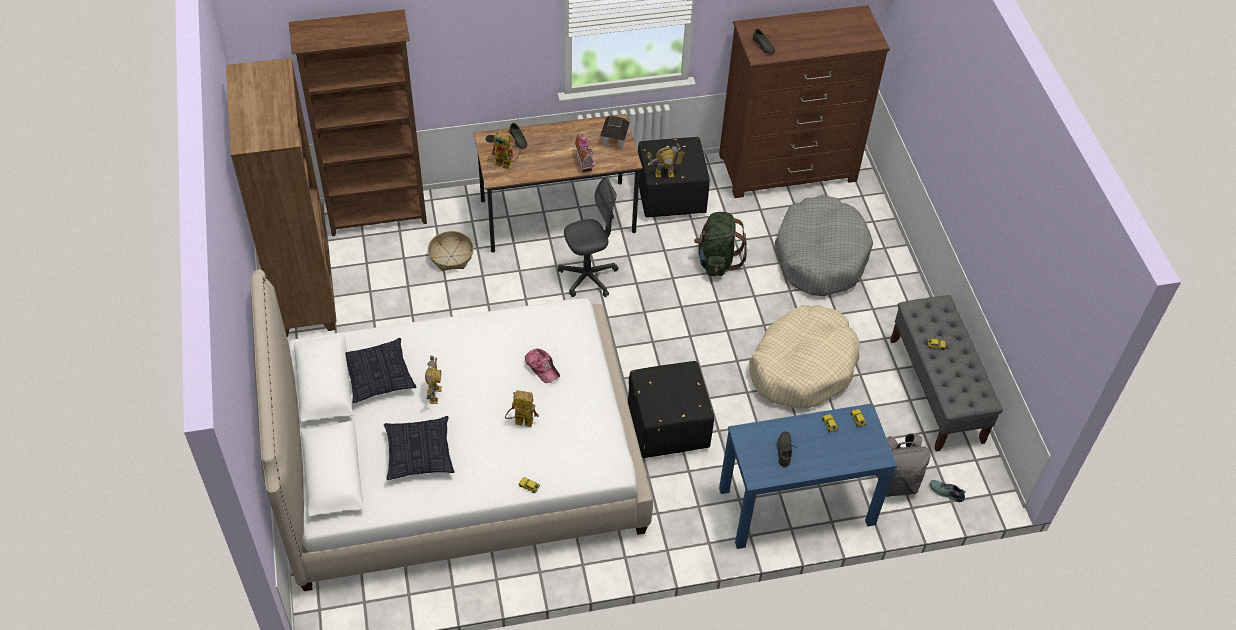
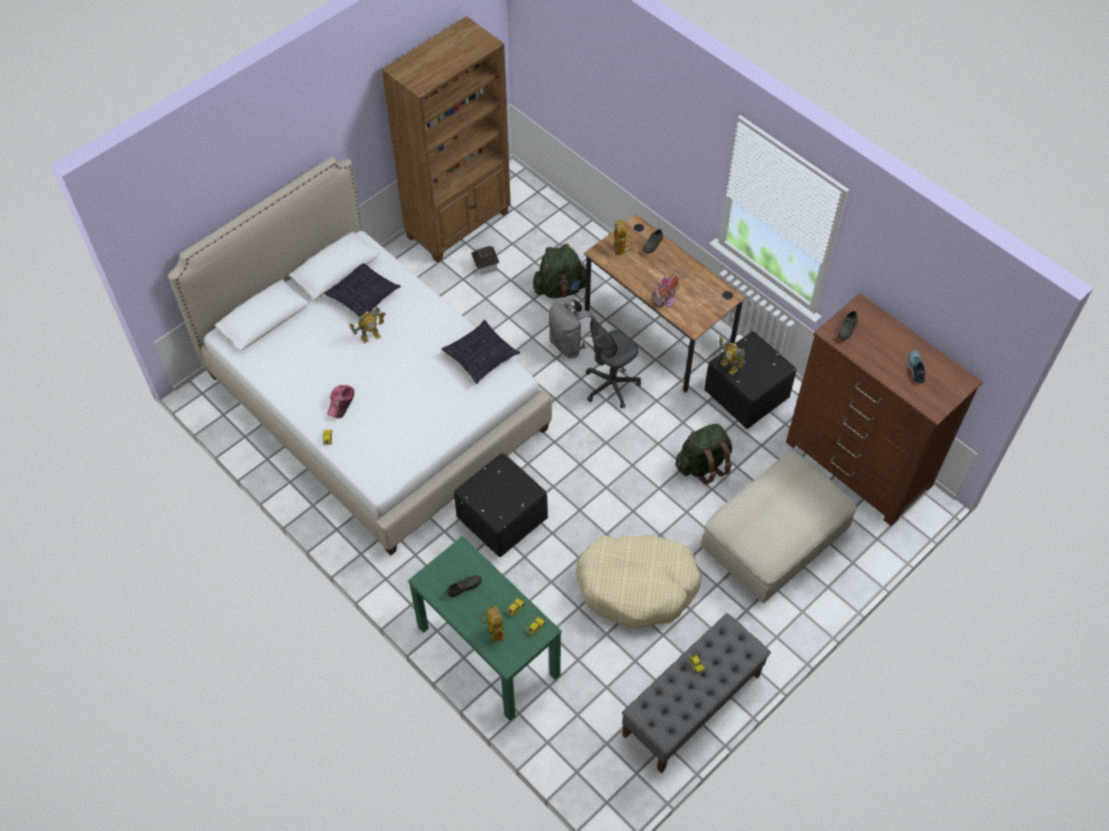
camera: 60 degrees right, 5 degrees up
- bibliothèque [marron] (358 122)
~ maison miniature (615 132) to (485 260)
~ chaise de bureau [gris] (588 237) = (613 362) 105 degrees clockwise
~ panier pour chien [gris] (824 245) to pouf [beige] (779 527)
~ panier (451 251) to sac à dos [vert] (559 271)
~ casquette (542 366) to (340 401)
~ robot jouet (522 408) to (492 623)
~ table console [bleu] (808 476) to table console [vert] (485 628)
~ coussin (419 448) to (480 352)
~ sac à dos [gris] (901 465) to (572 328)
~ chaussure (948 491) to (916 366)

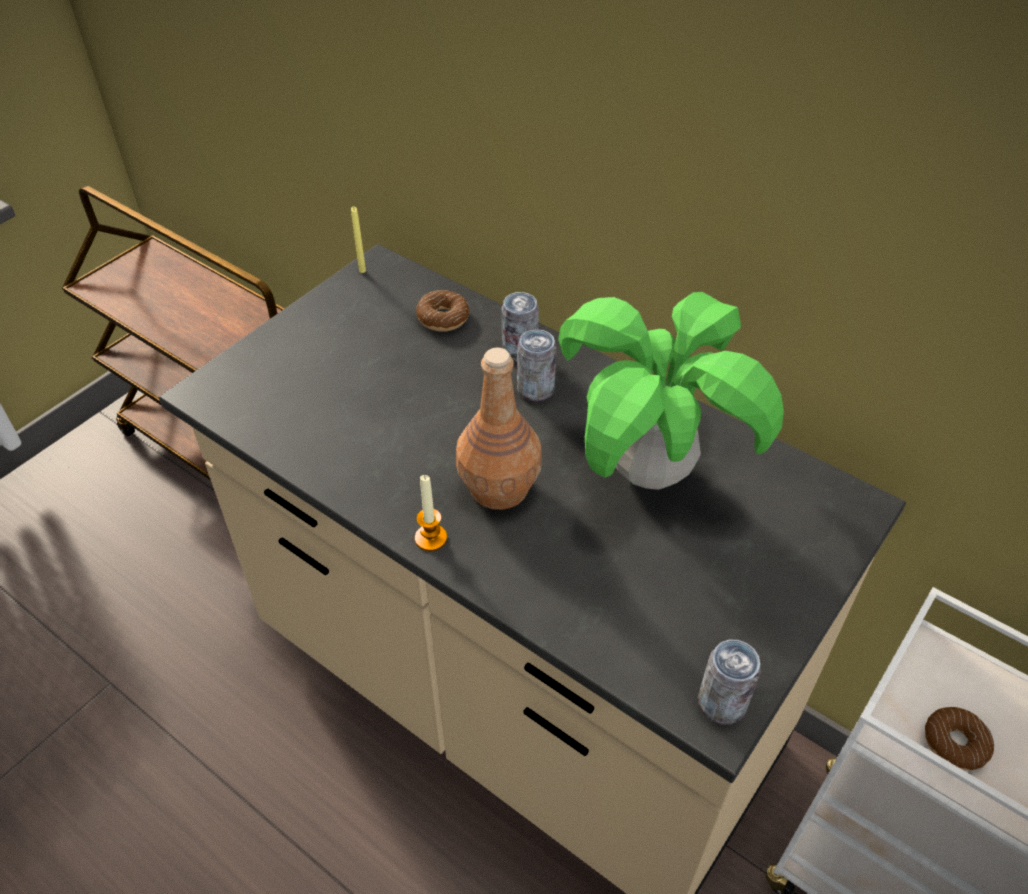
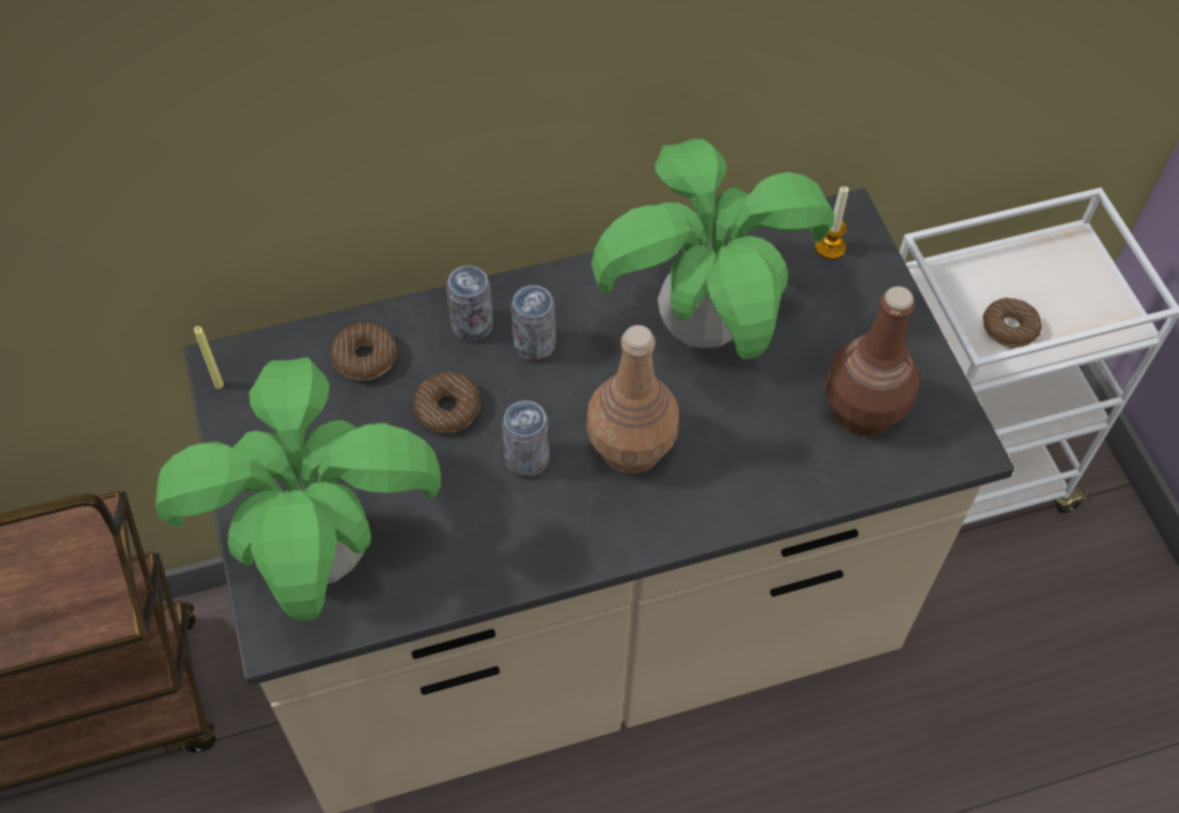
camera: 55 degrees left, 10 degrees up
~ bougie (431 513) to (832 222)
~ boîte métallique (729 682) to (526 438)
+ bouteille [marron] (872 361)
+ plante en pot (298 489)
+ beignet (447 403)

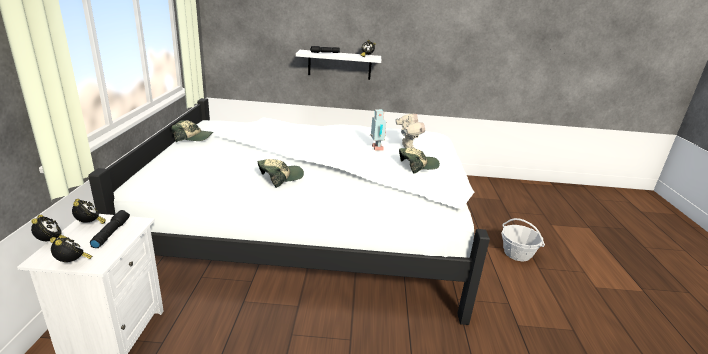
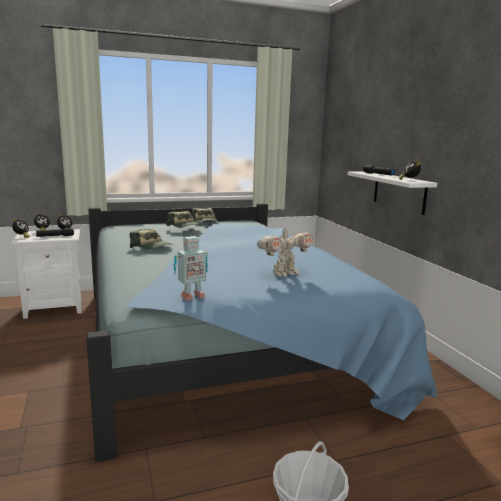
camera: 70 degrees right, 10 degrees down
~ lit [blanc] (289 211) to lit [bleu] (261 332)
~ robot jouet (378 129) to (191 268)
~ casquette (419 161) to (183 219)

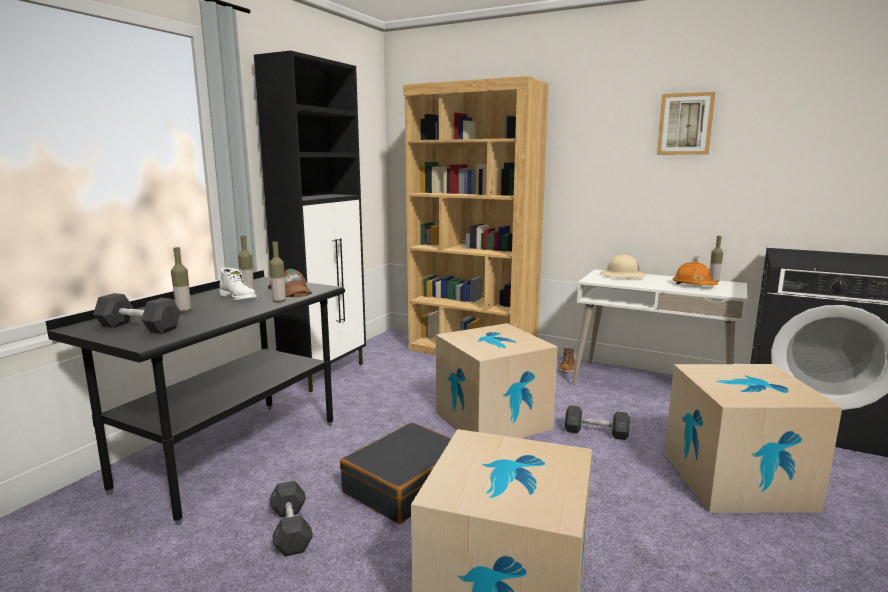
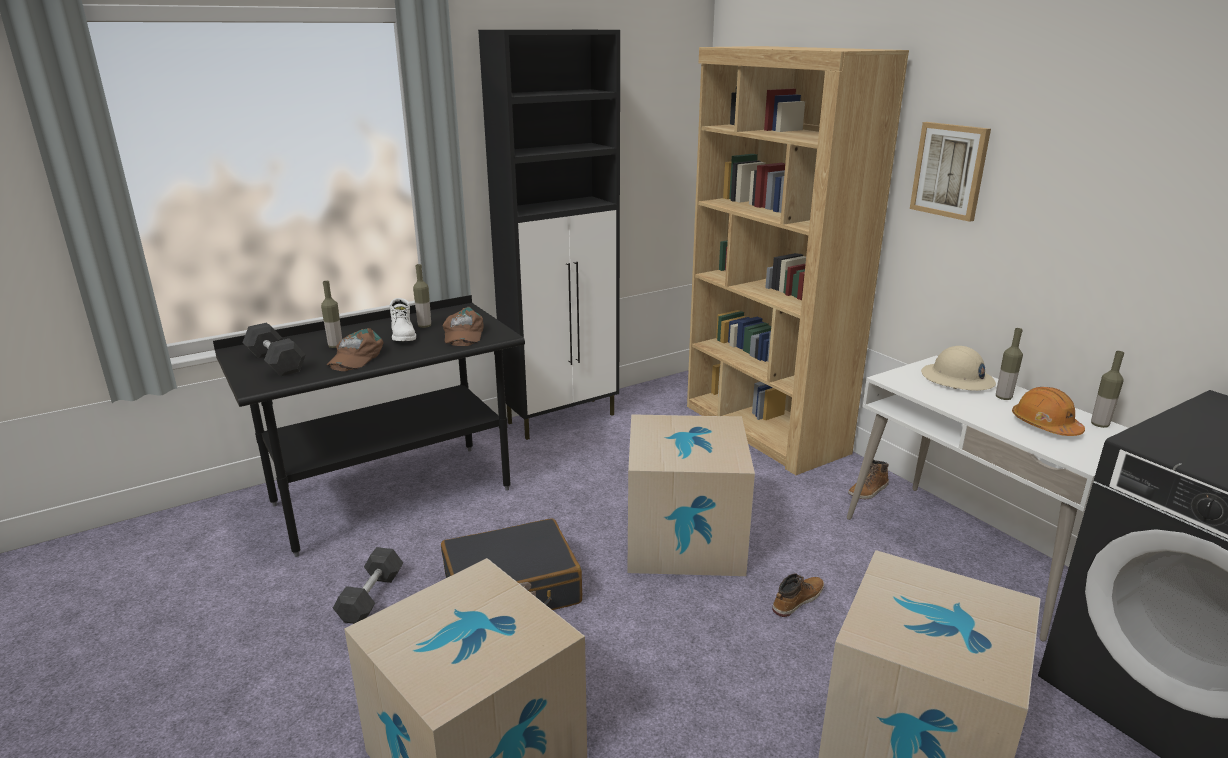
camera: 30 degrees right, 10 degrees up
~ tableau (686 123) to (950 172)
~ bouteille (277 272) to (1009 364)
~ haltère [gris] (597 422) to botte (798 595)
+ casquette [marron] (355 349)

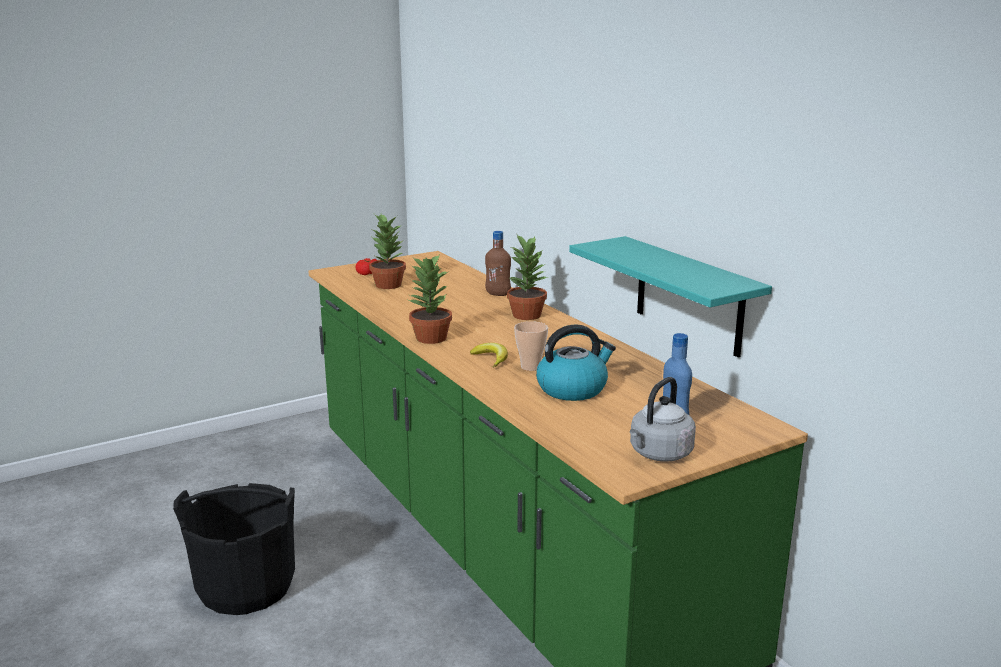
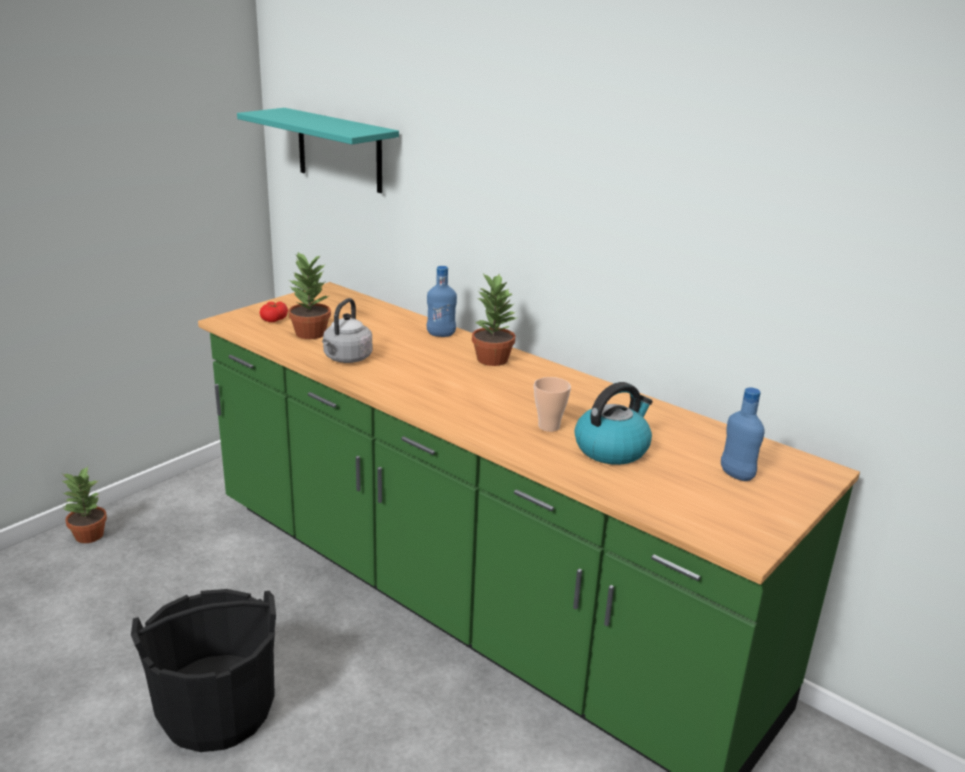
camera: 20 degrees left, 5 degrees up
~ bouteille [marron] (498 263) to bouteille [bleu] (442 301)
~ étagère [turquoise] (670 296) to (318 150)
~ plante en pot (430 299) to (84 504)
- banane (489 355)
~ bouilloire [gris] (663 419) to (347 330)

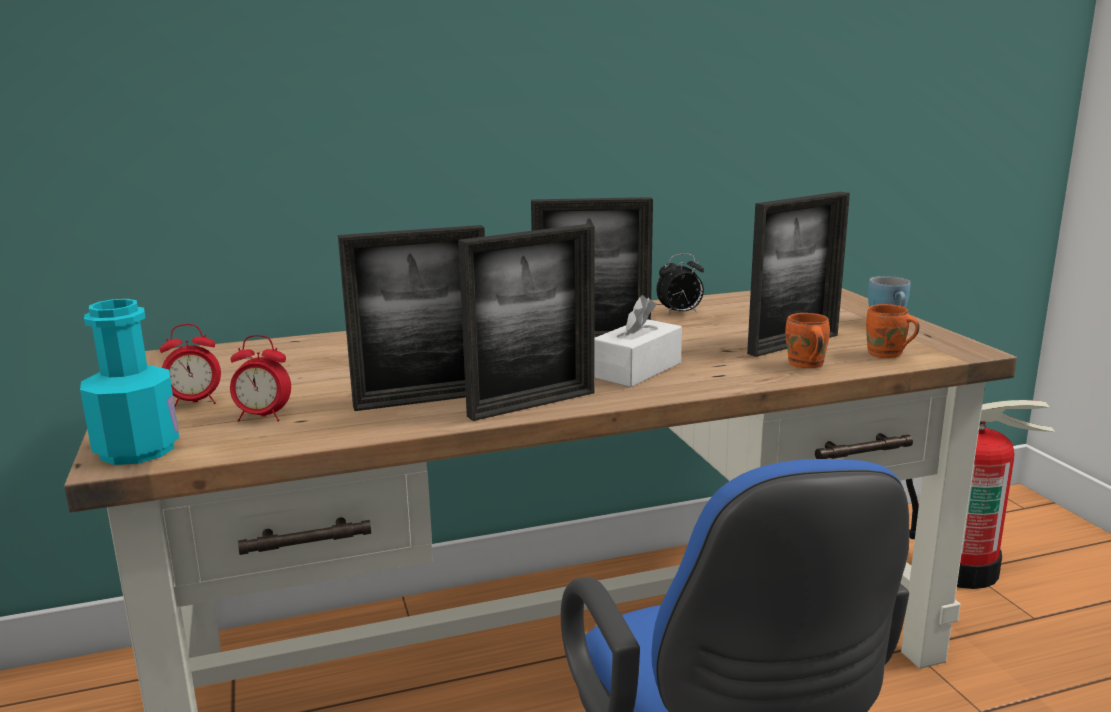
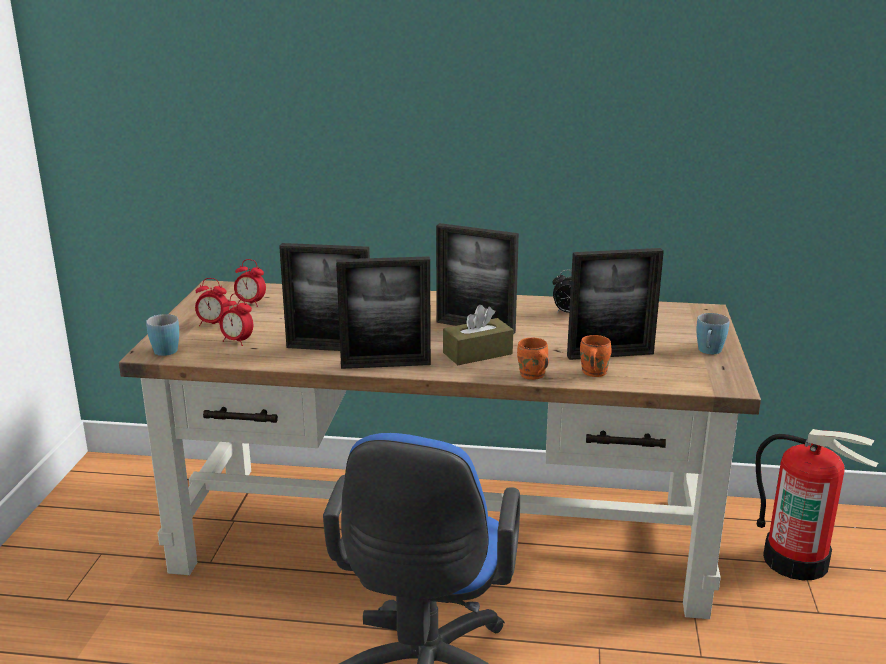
camera: 25 degrees right, 5 degrees up
~ boîte à mouchoirs [blanc] (638 341) to boîte à mouchoirs [marron] (478 335)
~ bouteille [turquoise] (129 382) to mug [bleu] (162 335)
~ mug [orange] (892 331) to (533 359)
+ réveil (250 283)

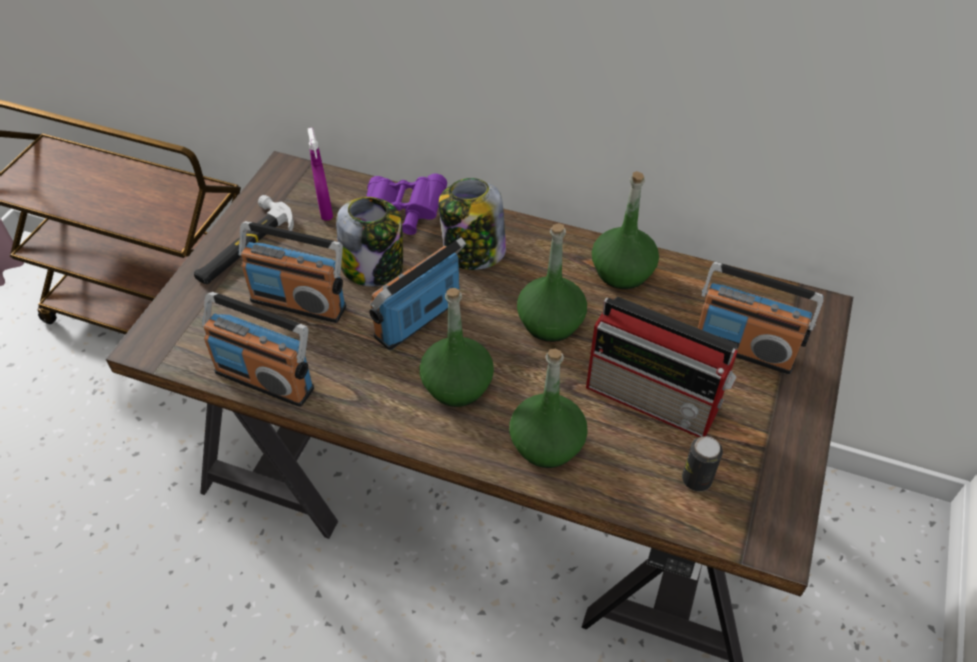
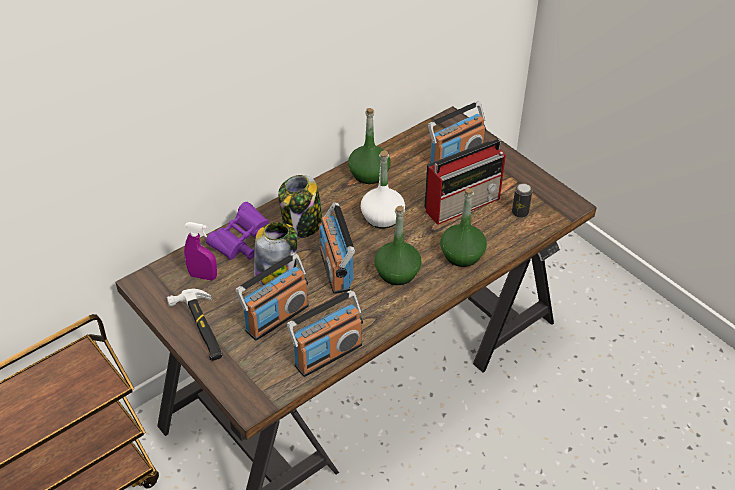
camera: 60 degrees left, 5 degrees down
~ bouteille [vert] (552 282) to bouteille [blanc] (382 189)

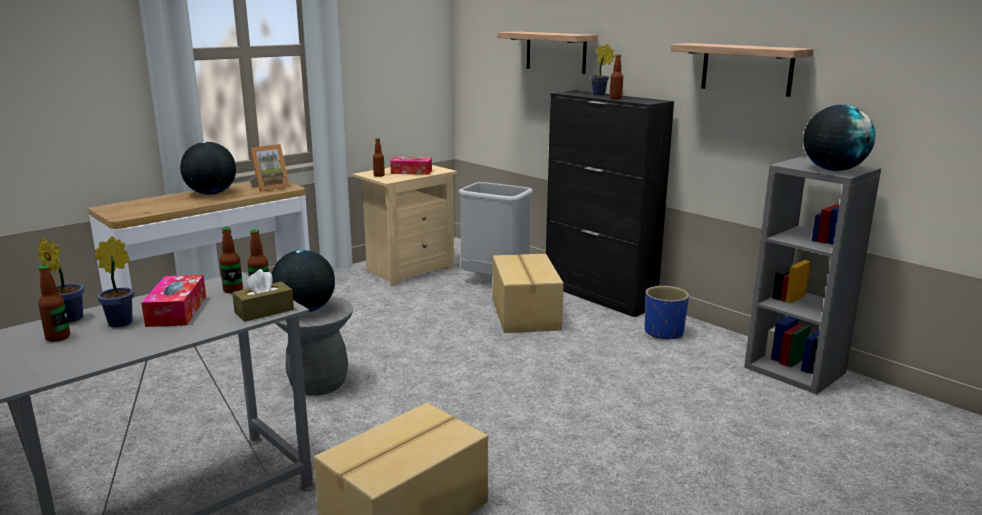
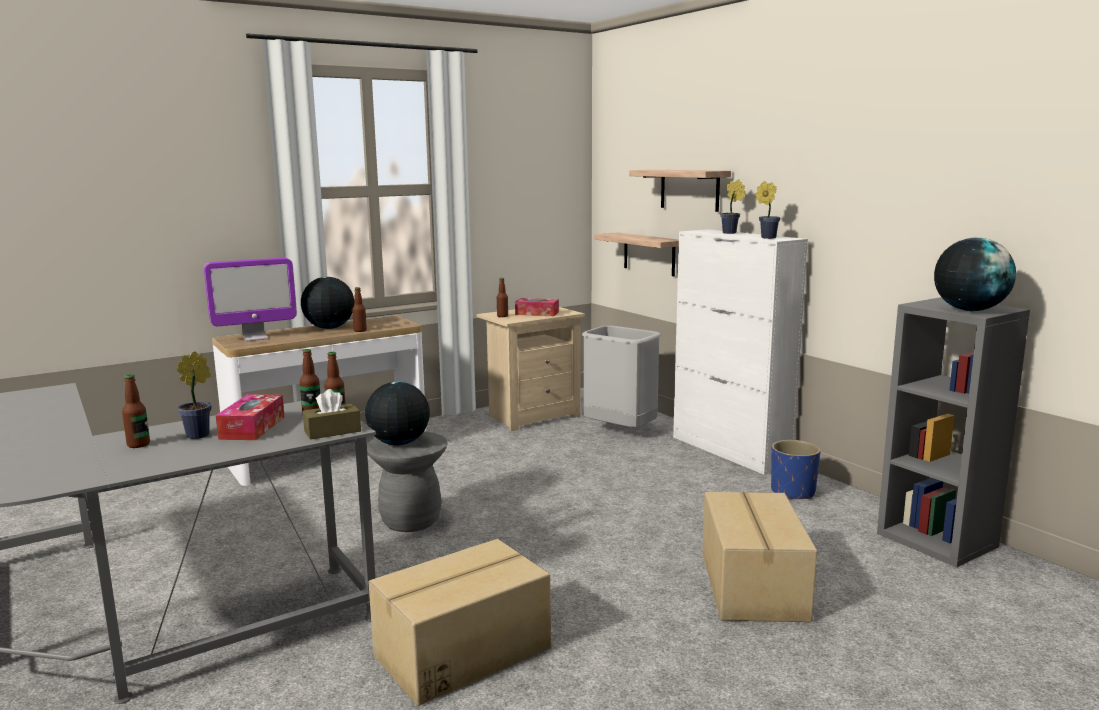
camera: 10 degrees right, 5 degrees down
~ étagère (742 70) to (636 254)
~ bouteille (616 76) to (359 309)
~ meuble de rangement [noir] (610 203) to meuble de rangement [blanc] (740 352)
- cadre photo (270 168)
~ plante en pot (60 280) to (768 210)
~ carton (528 293) to (759 557)
+ écran d'ordinateur (250 299)

